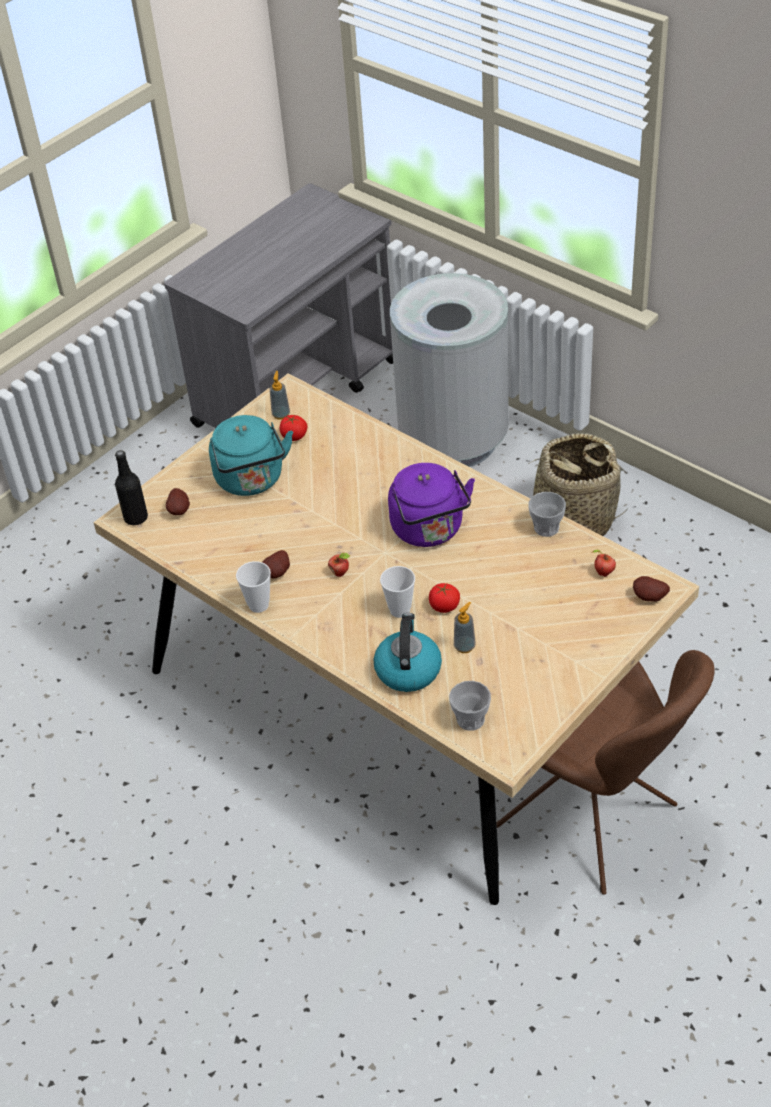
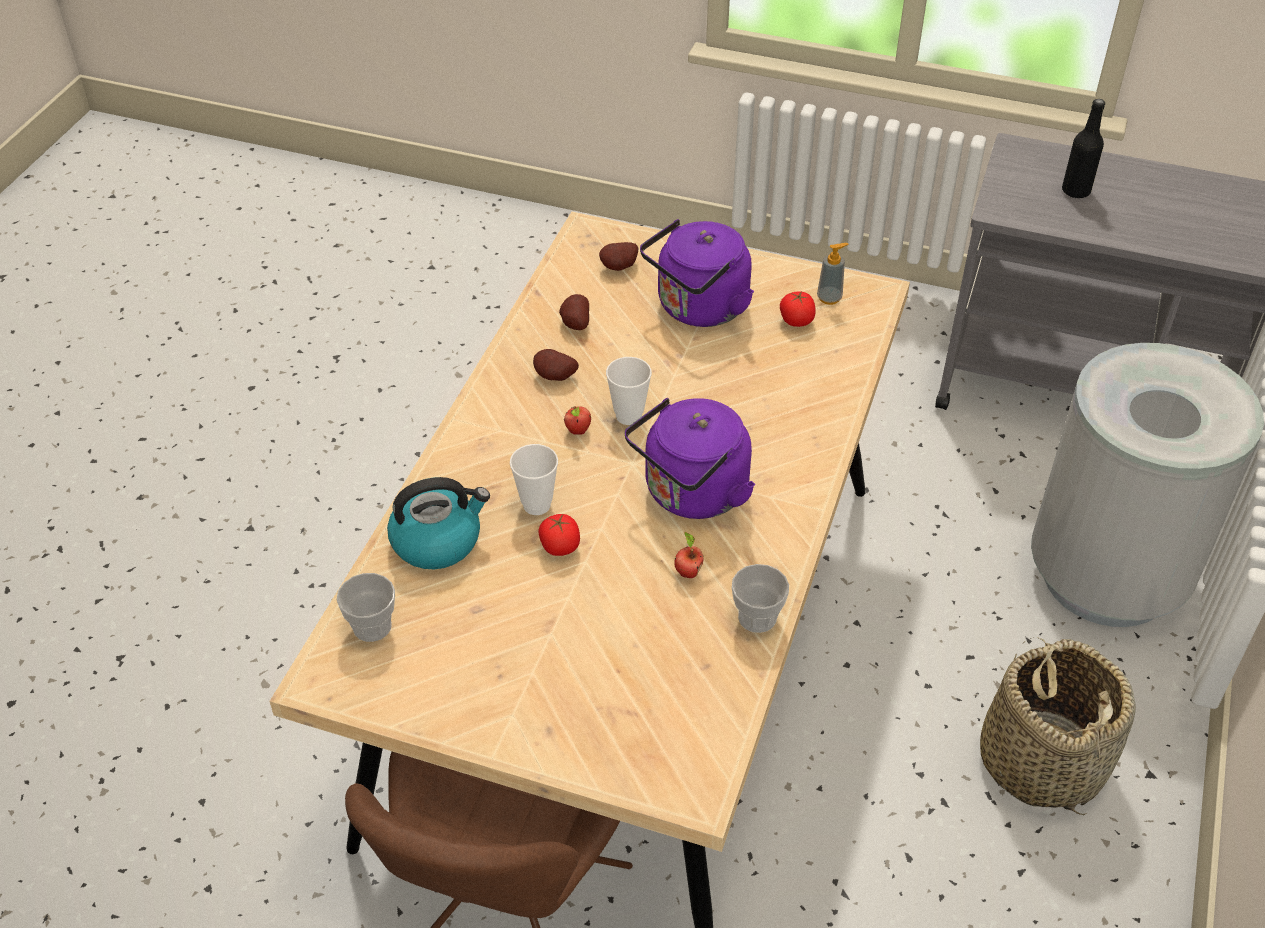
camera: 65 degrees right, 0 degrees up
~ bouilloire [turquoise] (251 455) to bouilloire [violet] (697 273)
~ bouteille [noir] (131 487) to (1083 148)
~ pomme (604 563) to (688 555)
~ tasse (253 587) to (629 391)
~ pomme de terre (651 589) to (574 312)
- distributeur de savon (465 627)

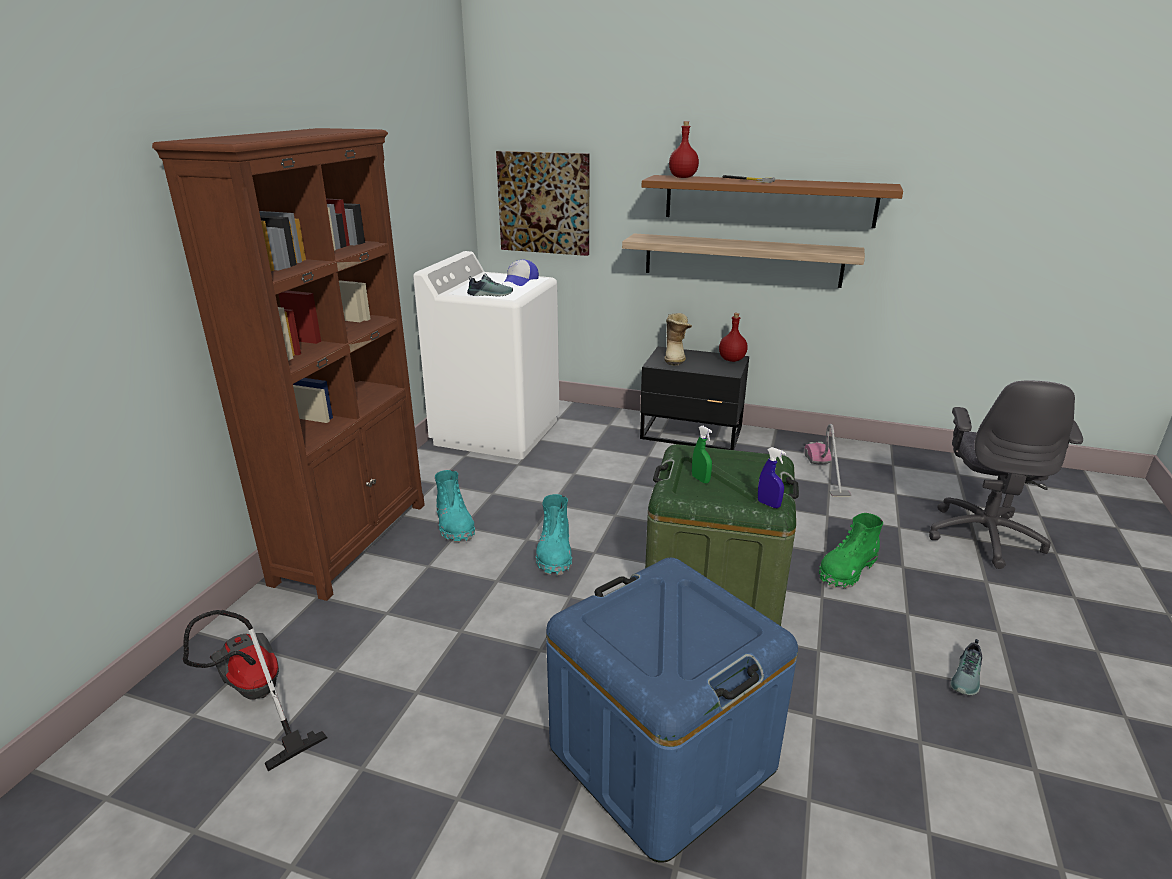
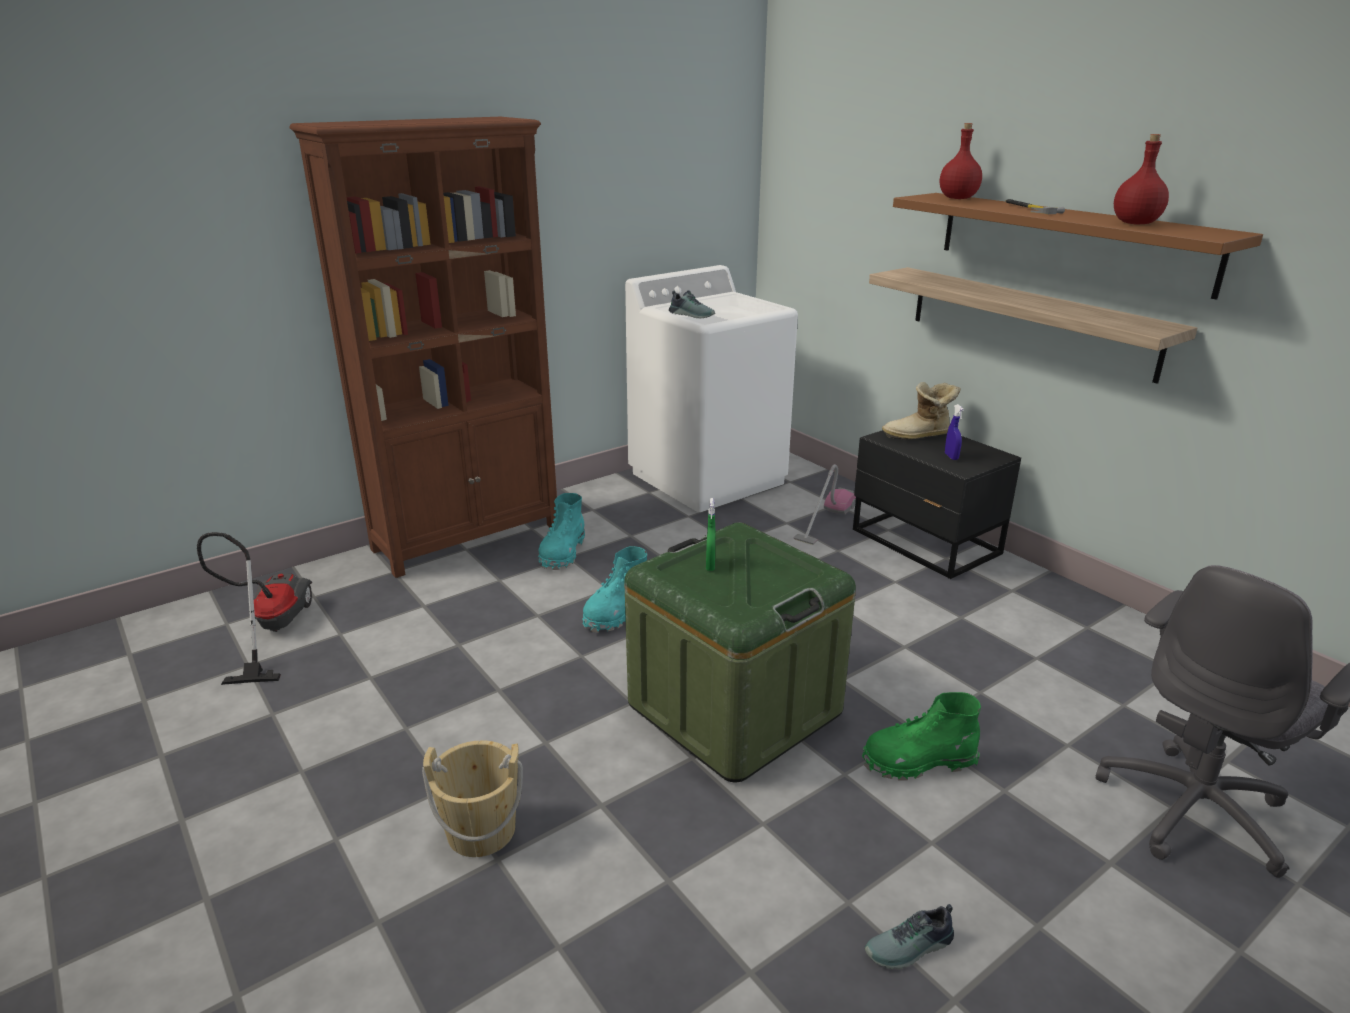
camera: 35 degrees right, 0 degrees up
- tableau (542 203)
- casquette (520 273)
~ botte (678 339) = (921 411) 45 degrees clockwise
~ bouteille [rouge] (733 337) to (1141 179)
~ aspirateur (827 460) to (825 504)
~ vaporisateur [bleu] (772 477) to (954 432)
~ boîte de rangement [bleu] (672 710) to seau [beige] (472 798)

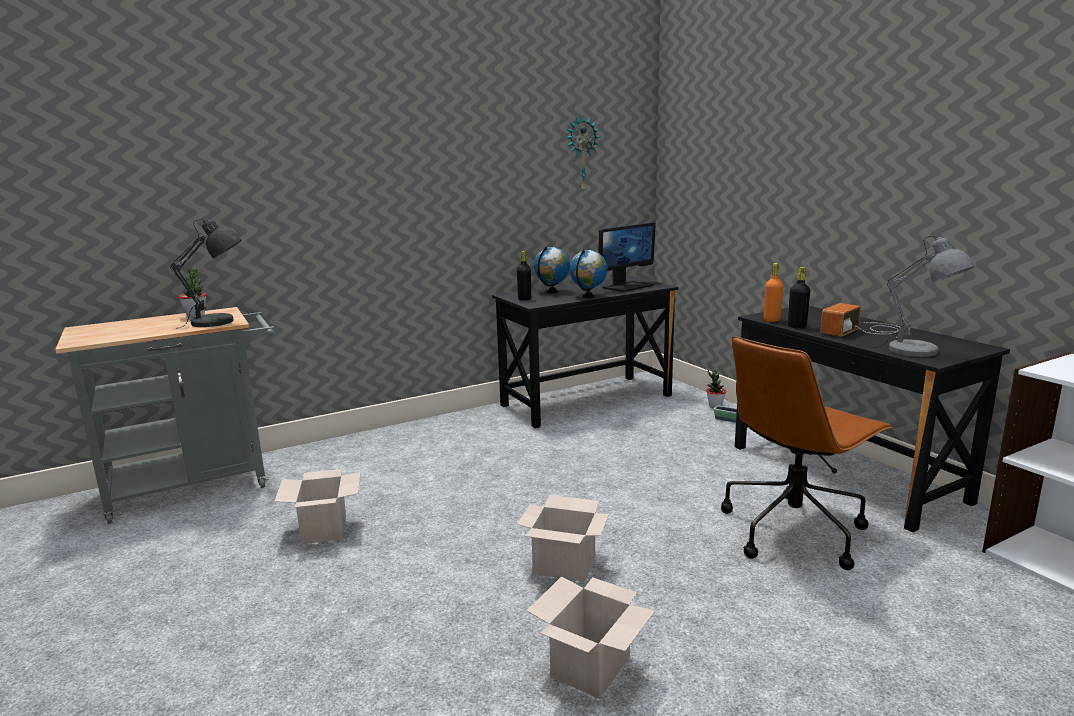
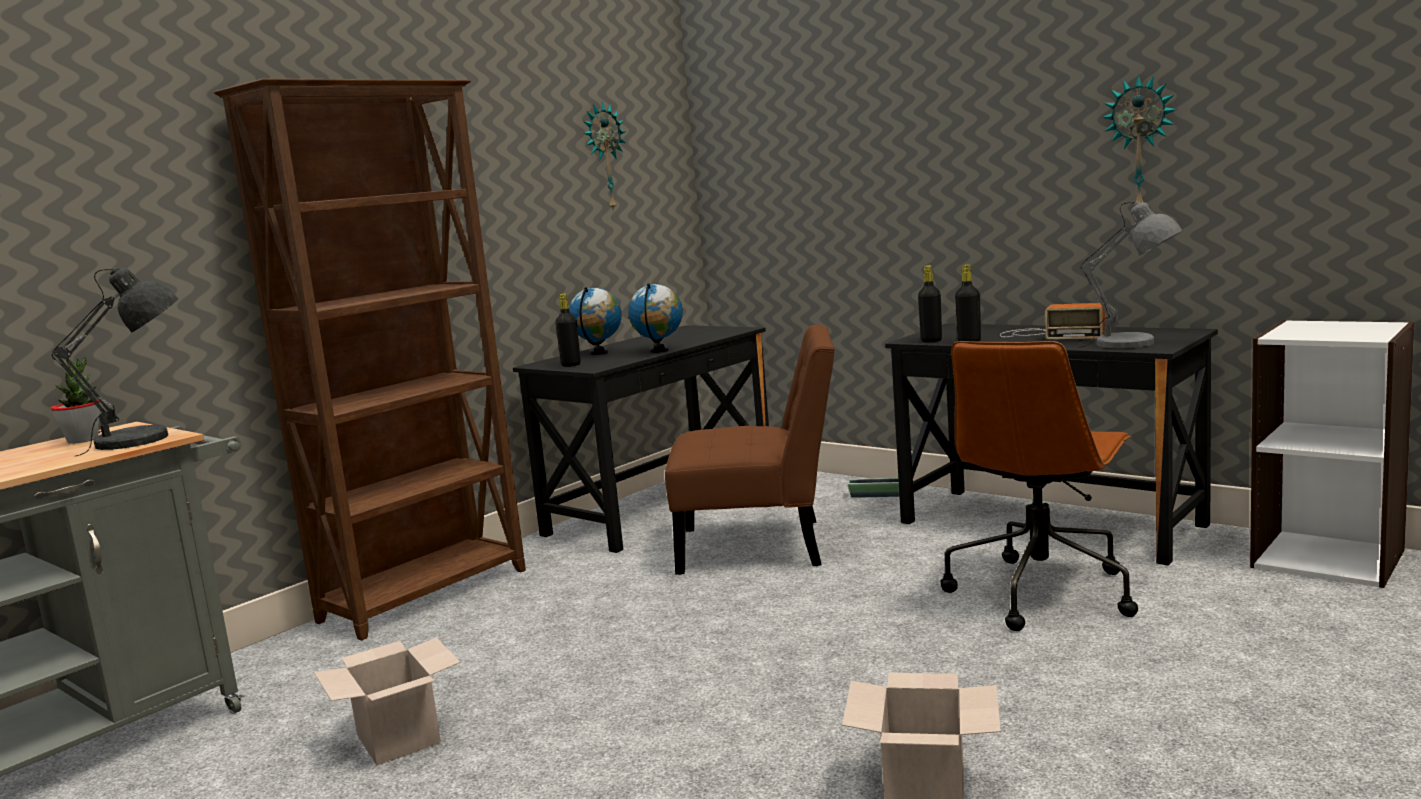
camera: 20 degrees left, 5 degrees down
- écran d'ordinateur (627 257)
~ bouteille [orange] (773 292) to bouteille [noir] (930 304)
~ radio (859 320) = (1052 321) 90 degrees counterclockwise
- plante en pot (716 389)
- carton (563 538)
+ horloge murale (1139 139)
+ bibliothèque [marron] (370 359)
+ chaise [marron] (750 450)

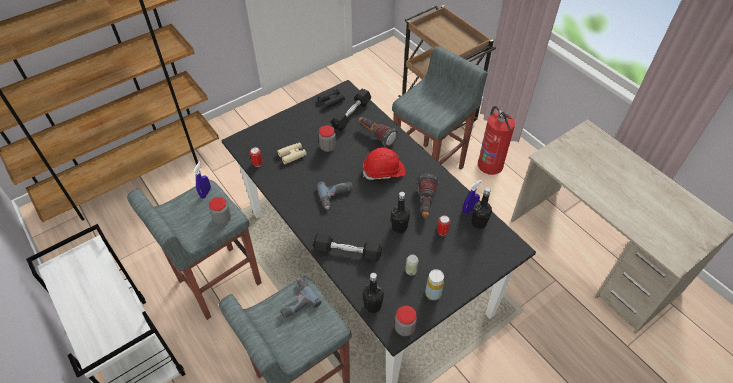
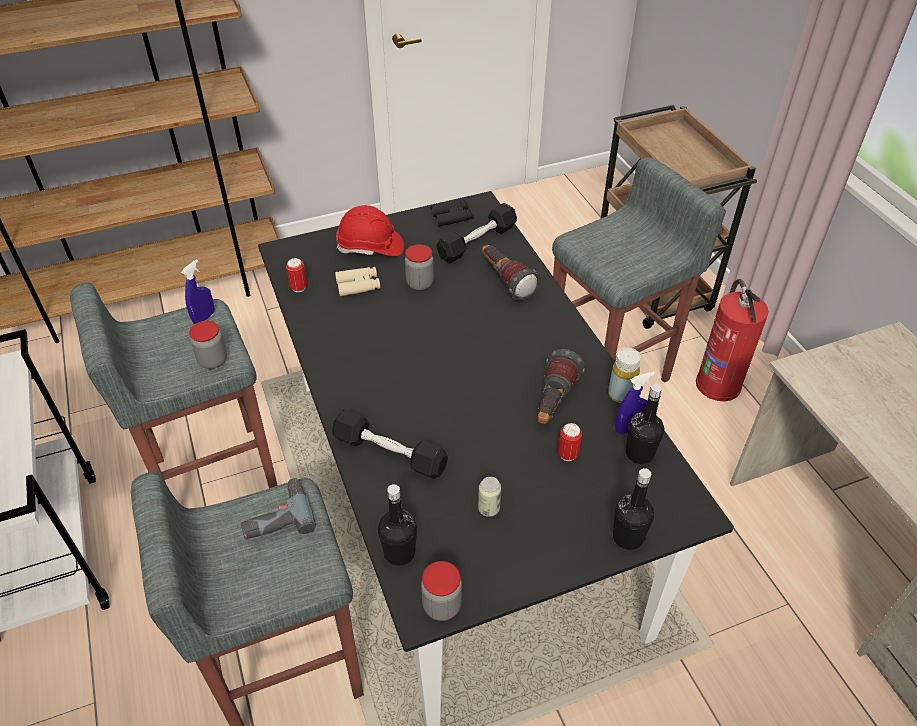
camera: 15 degrees right, 5 degrees down
~ casque de chantier [rouge] (384 163) to (370 230)
- perceuse (335 195)
~ bouteille [noir] (400 212) to (633 509)
~ bouteille [jaune] (434 284) to (624 375)

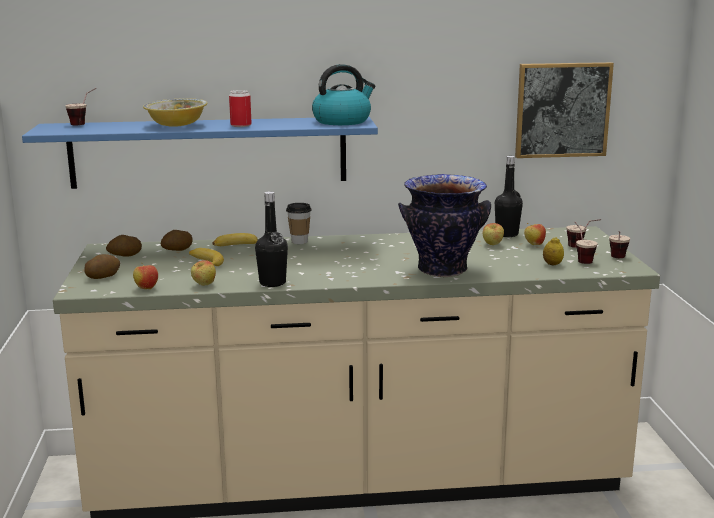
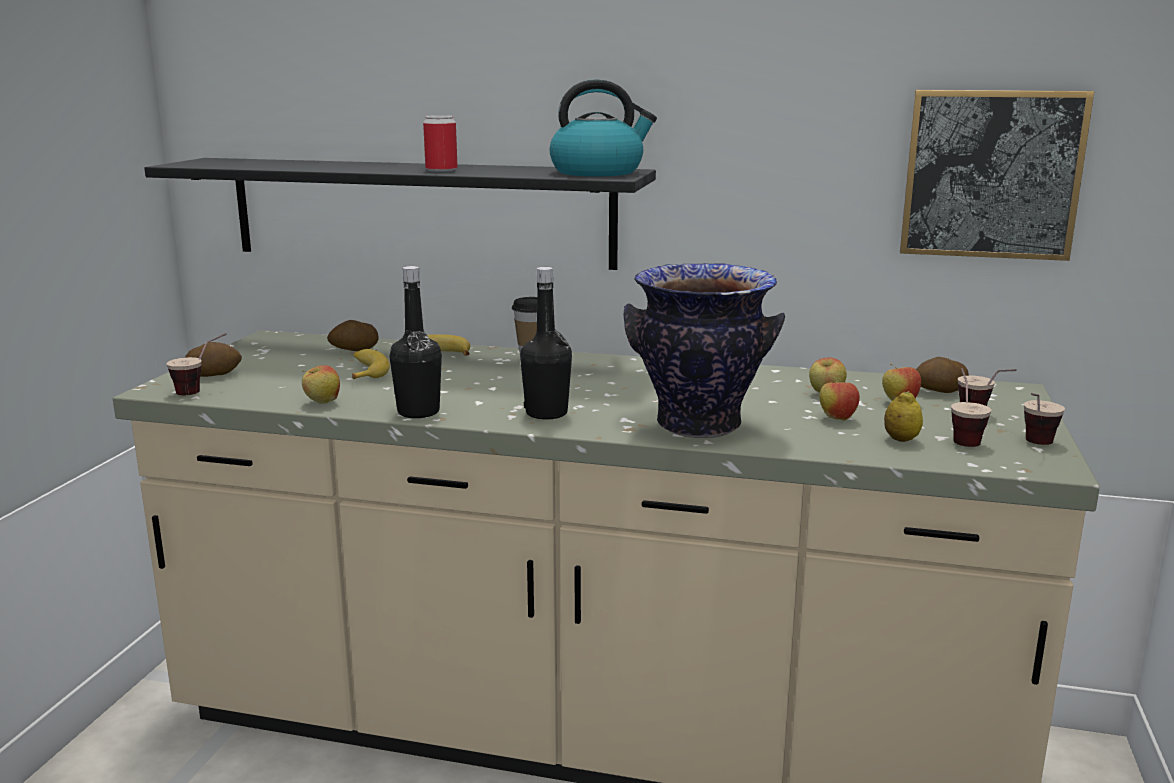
camera: 20 degrees right, 0 degrees up
~ tasse (80 106) to (197 364)
- bol (175 112)
~ étagère [bleu] (200 153) to étagère [noir] (400 214)
~ bouteille [noir] (509 196) to (546 343)
~ pomme de terre (124 246) to (942 375)
~ pomme (145 276) to (839 399)

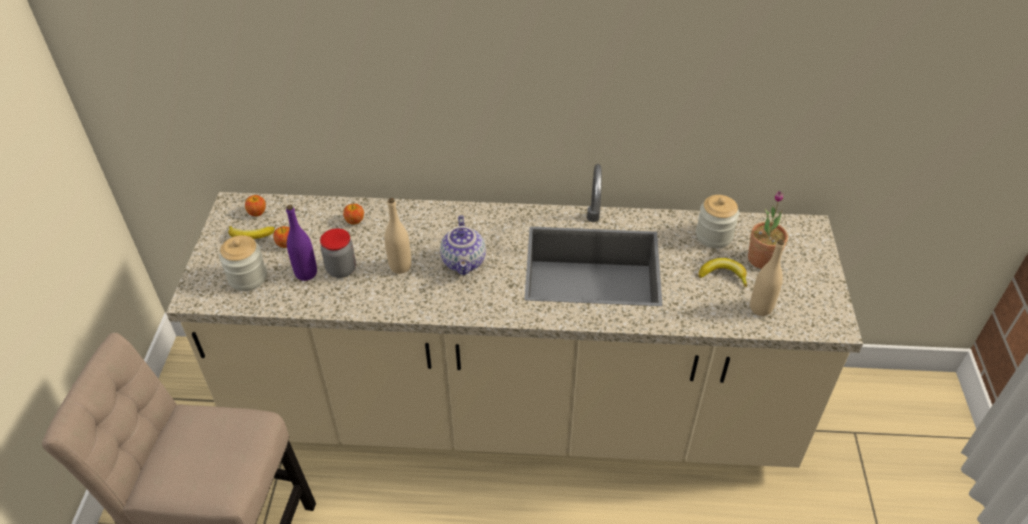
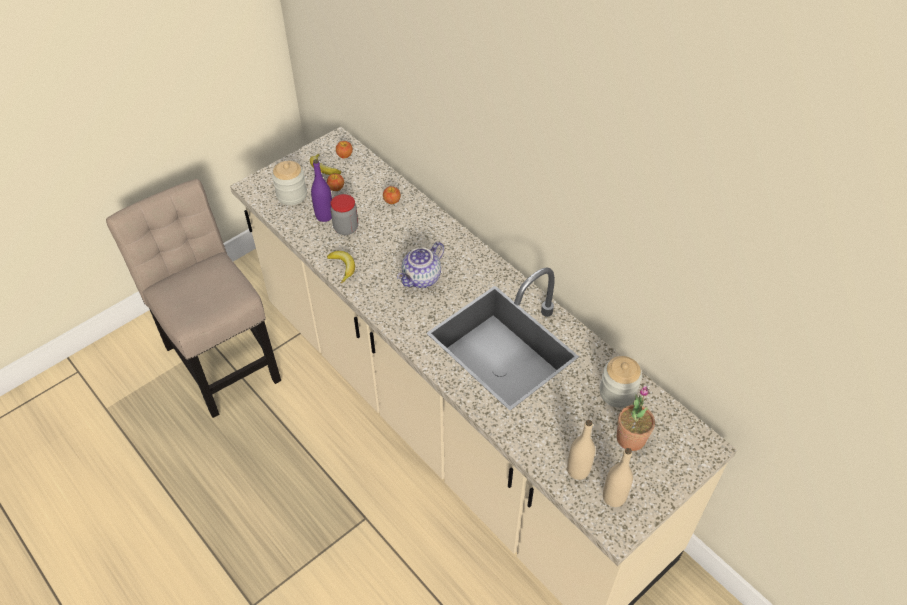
camera: 45 degrees right, 5 degrees up
~ bouteille [beige] (398 236) to (618 477)
~ banane (723 272) to (341 267)

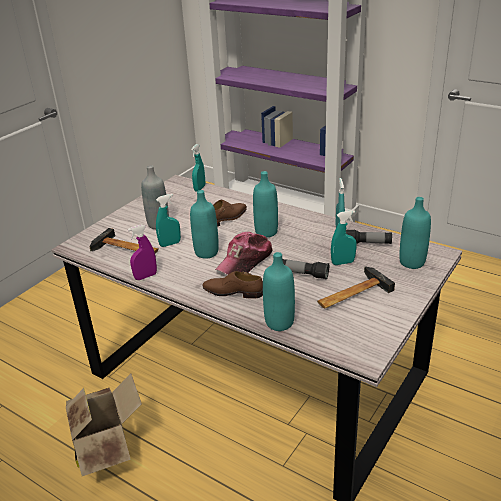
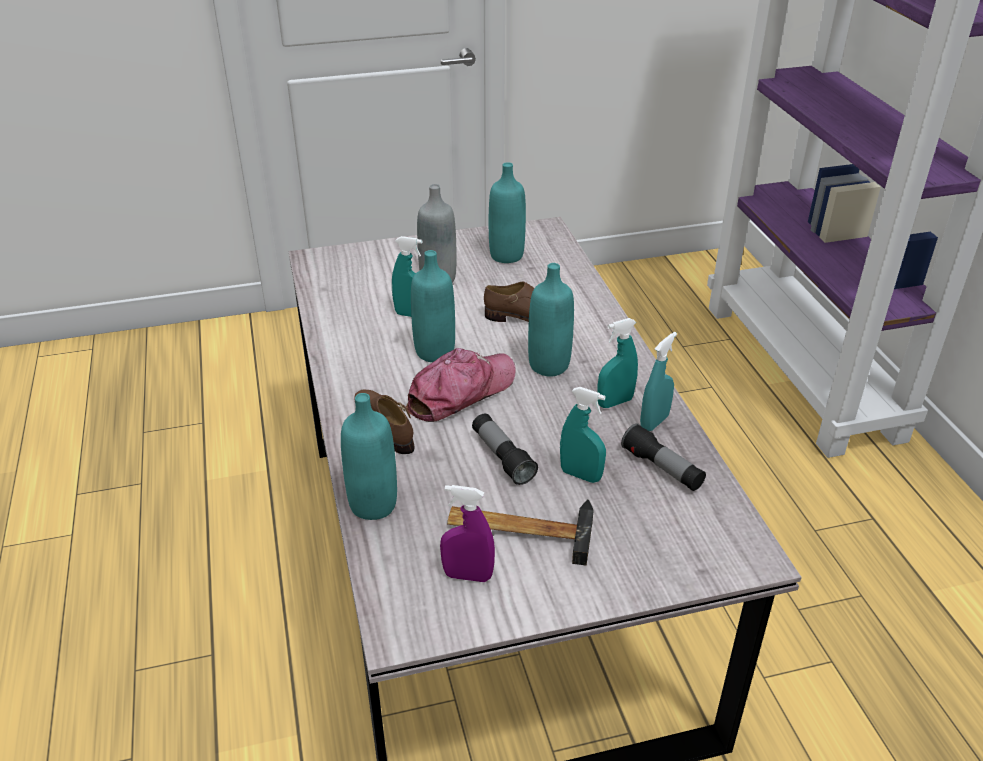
camera: 40 degrees right, 5 degrees up
~ vaporisateur [turquoise] (198 168) to (617 363)
~ bouteille [turquoise] (415 233) to (507 212)
~ vaporisateur [violet] (142 252) to (467 533)
- marteau (124 240)
~ casquette (244 253) = (461 385) 150 degrees clockwise
- carton (104 425)

